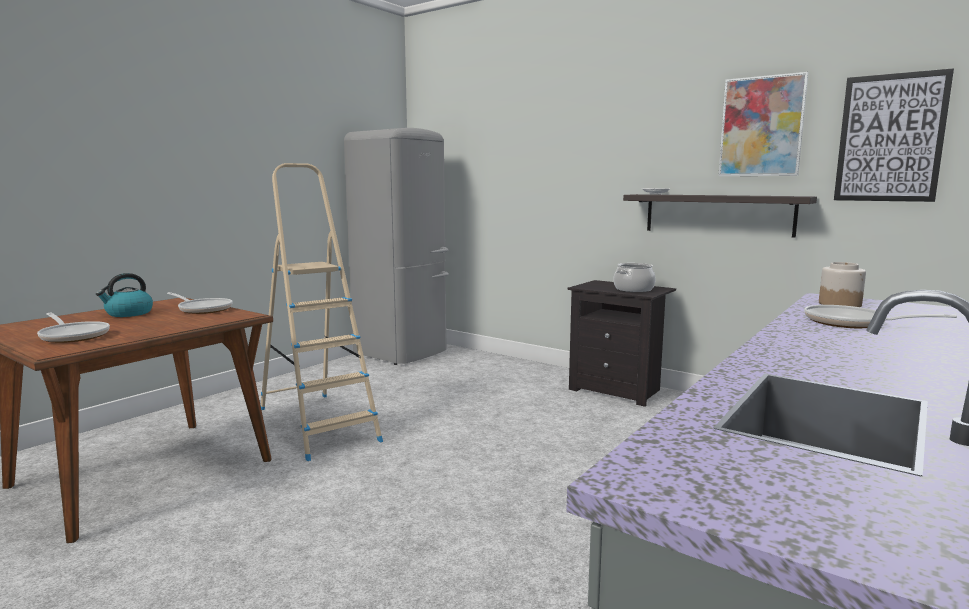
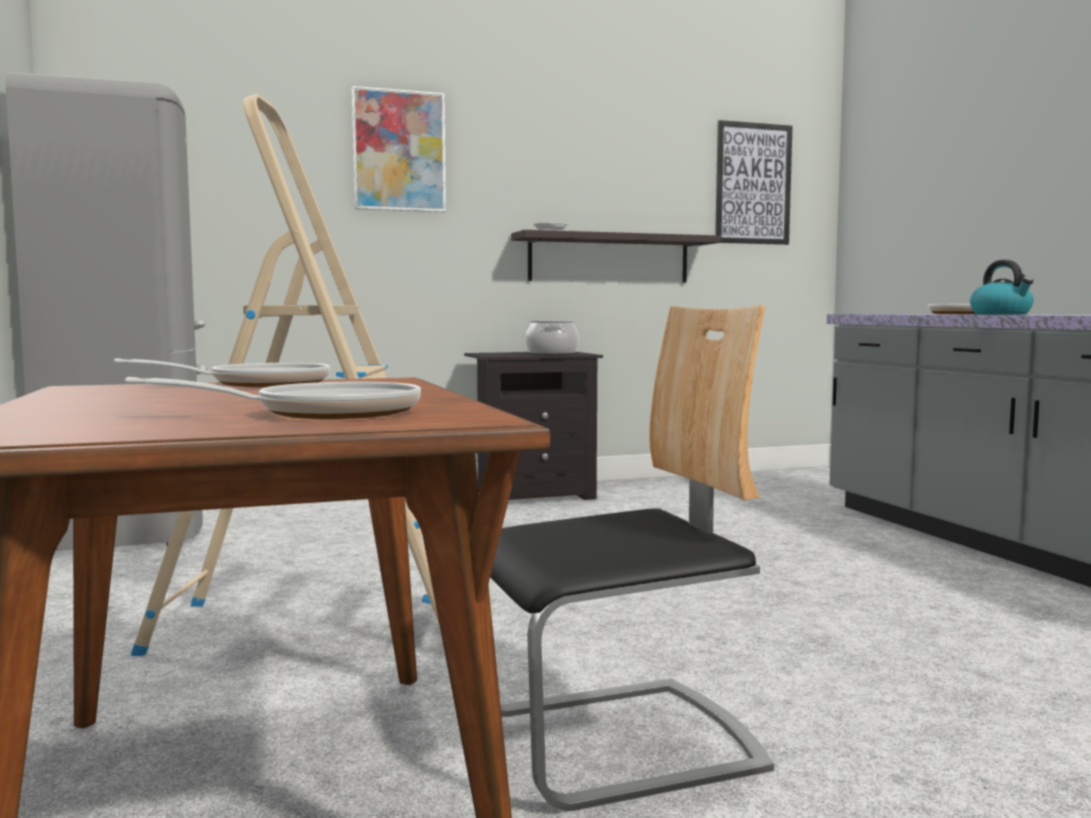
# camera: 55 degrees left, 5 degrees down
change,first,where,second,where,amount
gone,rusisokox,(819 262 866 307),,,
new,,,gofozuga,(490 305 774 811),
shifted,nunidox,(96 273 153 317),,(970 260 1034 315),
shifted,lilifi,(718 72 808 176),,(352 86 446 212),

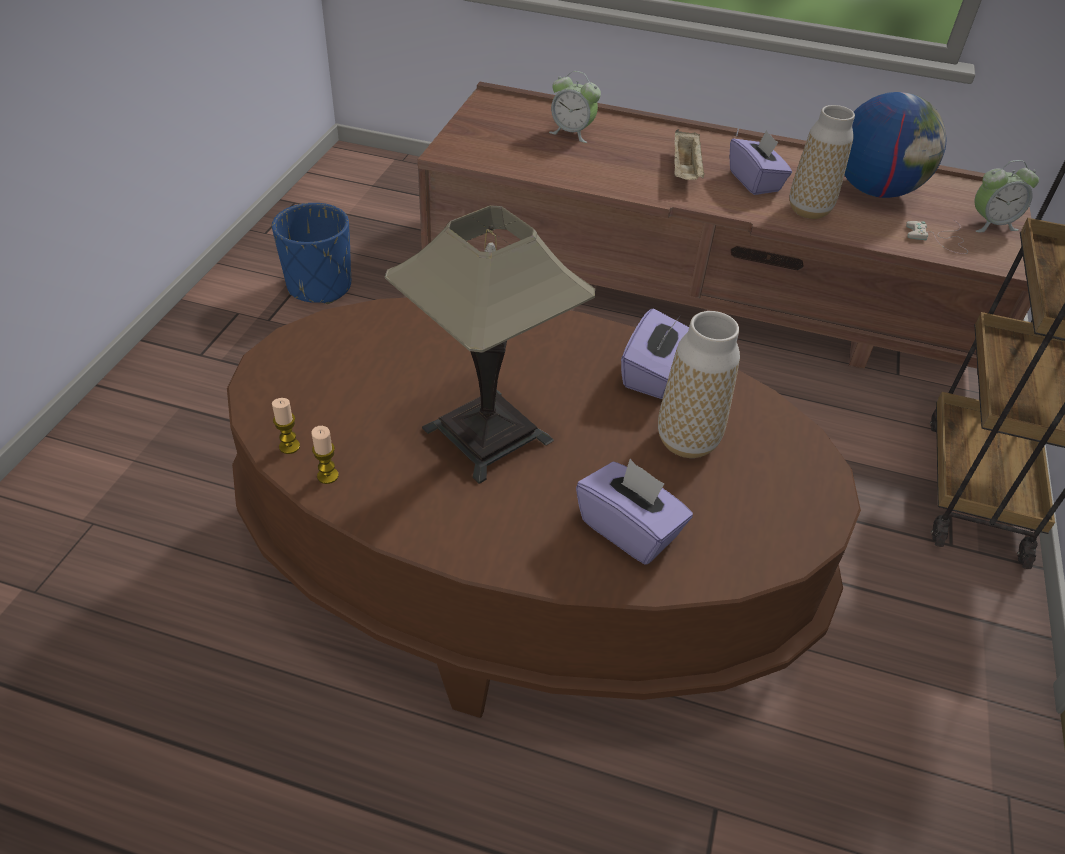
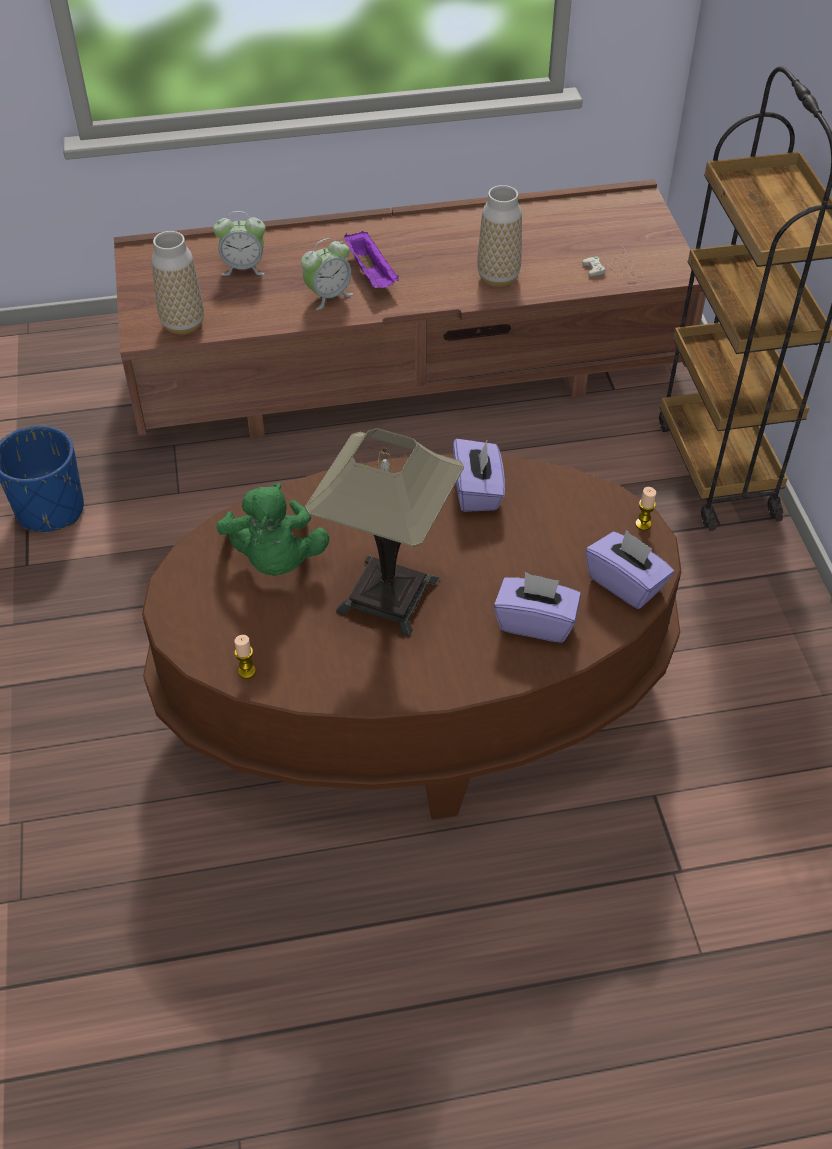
# camera: 25 degrees left, 5 degrees up
change,first,where,second,where,amount
gone,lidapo,(844 92 946 198),,,
new,,,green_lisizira,(217 483 329 576),
shifted,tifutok,(312 426 339 484),,(635 487 656 530),
shifted,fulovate,(658 311 740 458),,(151 231 204 334),
shifted,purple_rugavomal,(730 130 792 195),,(585 530 674 609),
shifted,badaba,(974 160 1039 232),,(301 238 353 310),
repainted,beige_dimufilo,(674 129 705 180),purple_dimufilo,(344 231 399 288),

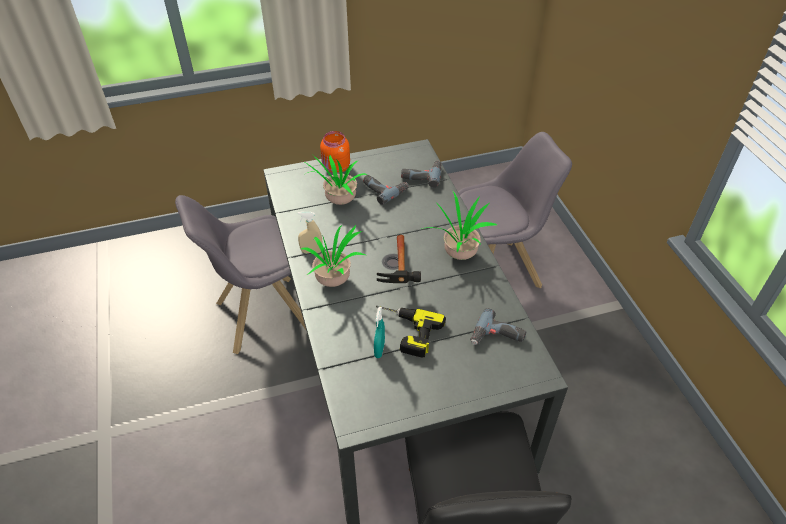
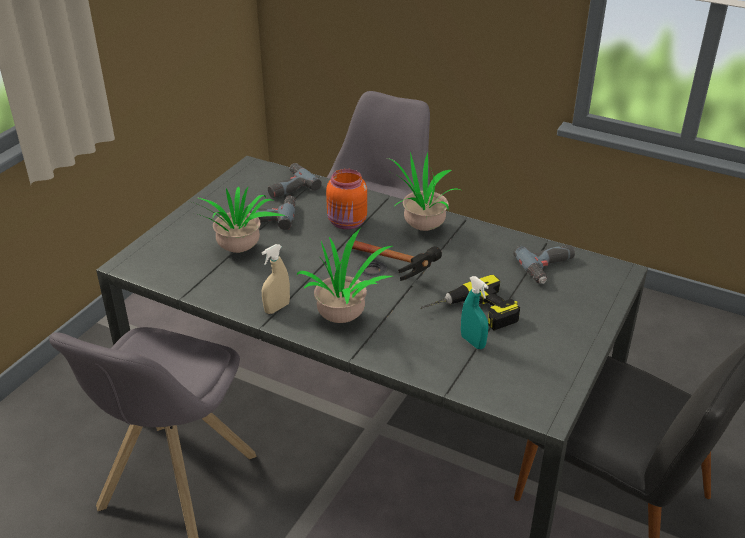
# camera: 45 degrees left, 10 degrees down
change,first,where,second,where,amount
shifted,orange_rusisokox,(320 131 350 174),,(326 169 367 229),

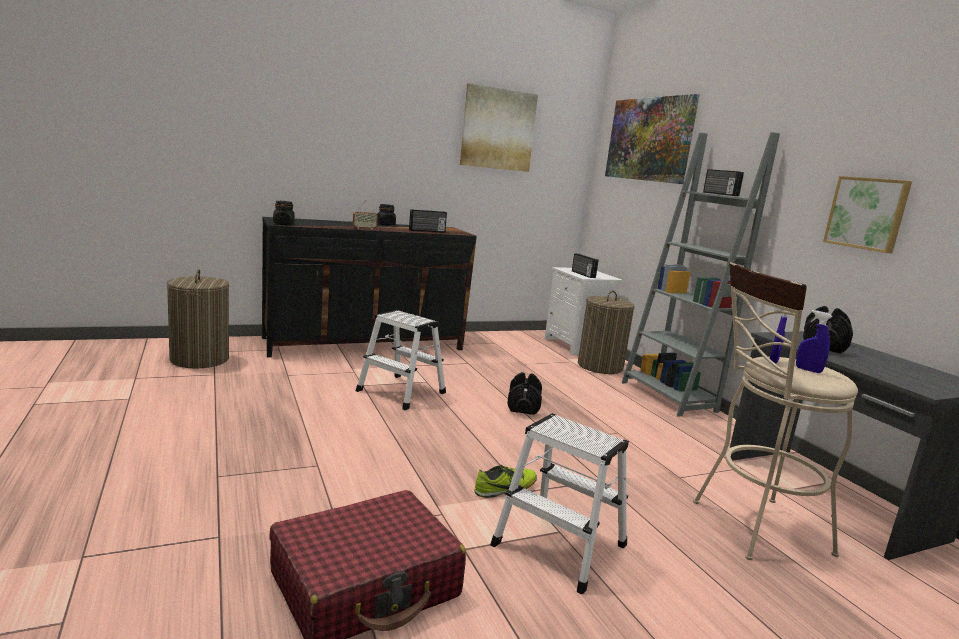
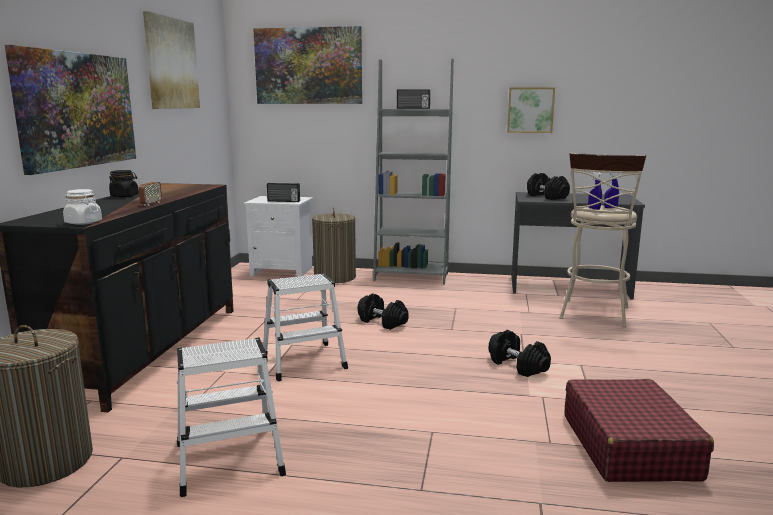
# camera: 55 degrees left, 0 degrees up
change,first,where,second,where,amount
gone,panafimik,(409 209 447 233),,,
new,,,lilifi,(5 45 136 175),
shifted,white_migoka,(490 413 629 594),,(177 337 286 497),
swapped,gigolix,(474 465 537 498),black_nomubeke,(489 330 551 377),
repainted,black_rusisokox,(273 201 295 225),white_rusisokox,(63 189 102 225),

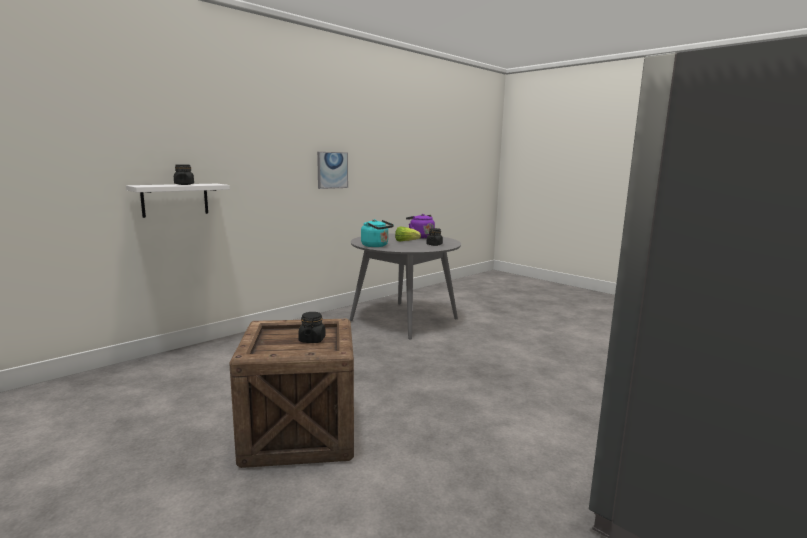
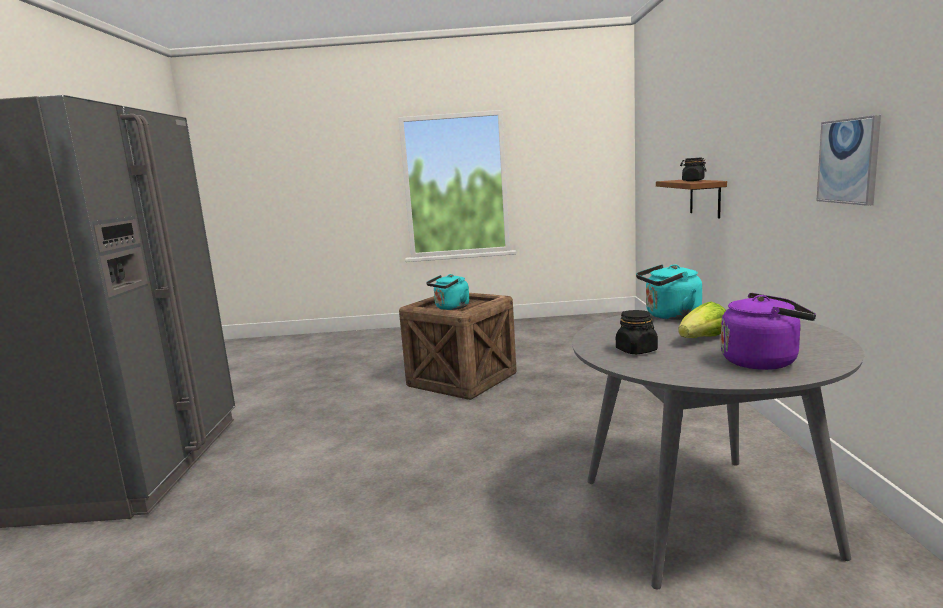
# camera: 135 degrees right, 0 degrees up
change,first,where,second,where,amount
swapped,black_rusisokox,(298 312 326 343),turquoise_nunidox,(426 274 469 310),
repainted,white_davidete,(126 184 230 218),brown_davidete,(656 180 727 218),

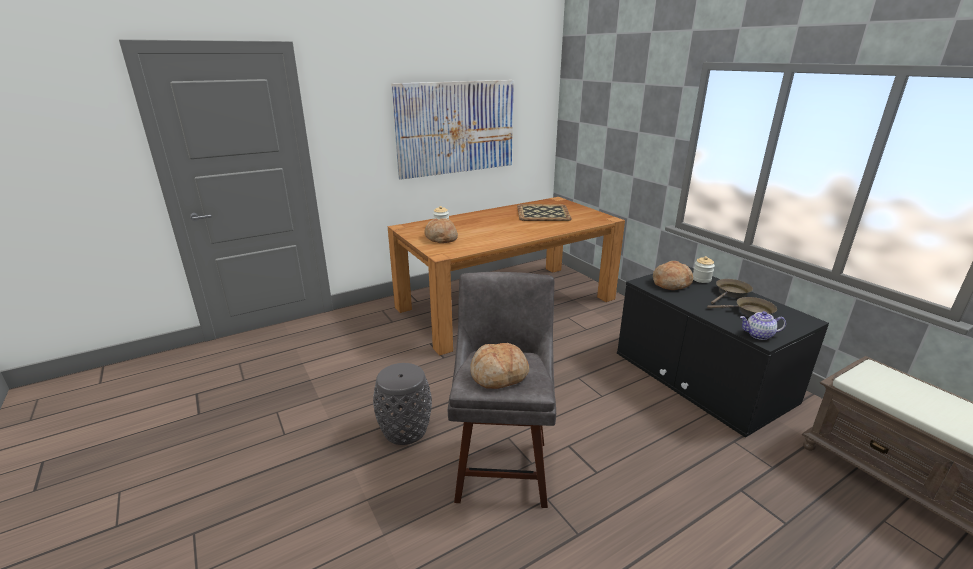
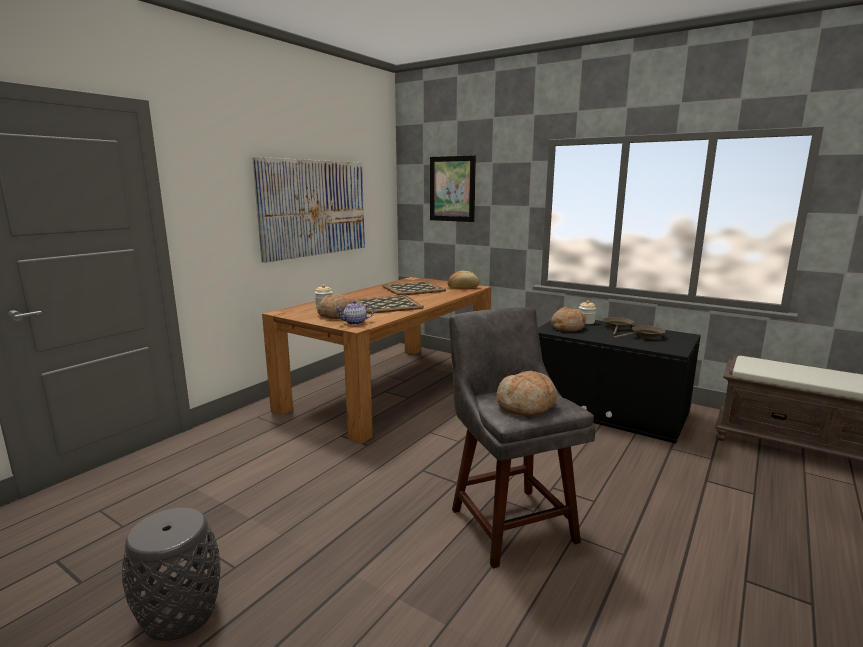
# camera: 25 degrees left, 10 degrees down
change,first,where,second,where,amount
new,,,dimufilo,(353 295 424 314),
new,,,lilifi,(430 155 476 222),
new,,,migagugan,(448 271 479 288),
shifted,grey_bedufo,(373 363 432 445),,(122 507 220 641),
shifted,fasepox,(740 311 786 340),,(336 301 374 325),

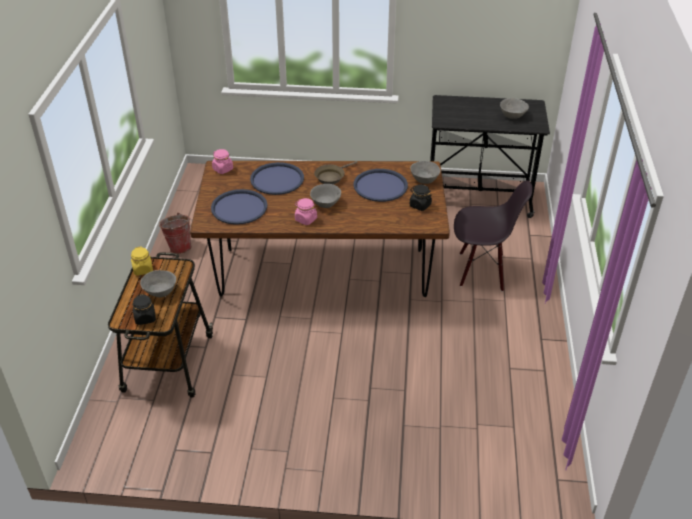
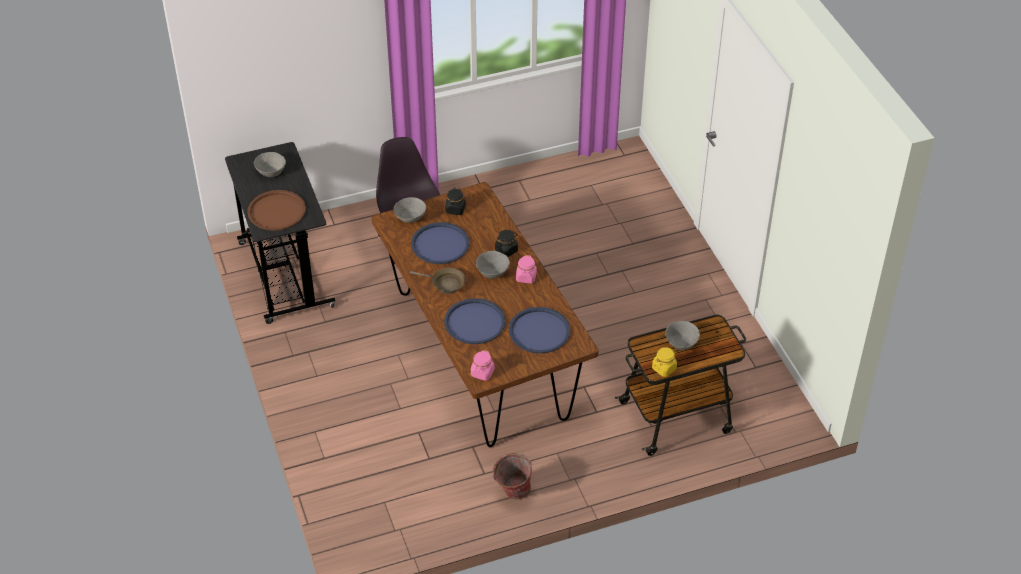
# camera: 115 degrees left, 5 degrees up
change,first,where,second,where,amount
new,,,brown_dimufilo,(247 190 306 231),
shifted,black_rusisokox,(133 294 156 325),,(495 230 518 257),

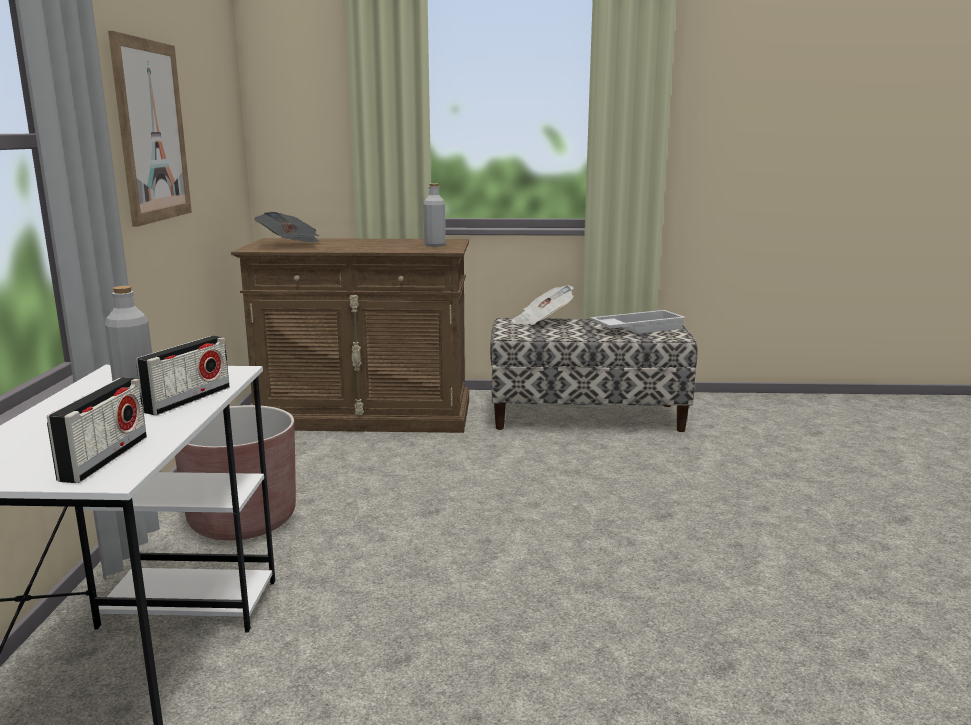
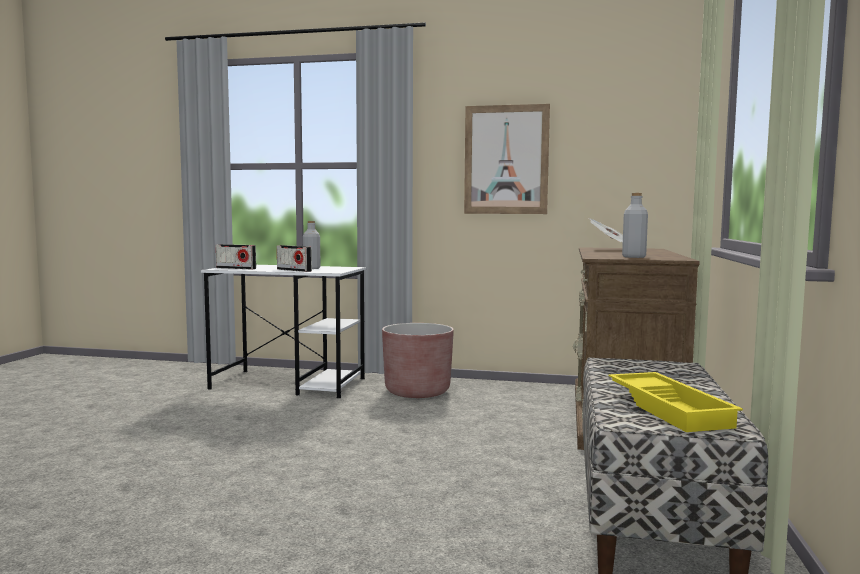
# camera: 100 degrees right, 10 degrees down
change,first,where,second,where,amount
gone,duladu,(511 286 574 325),,,
repainted,white_dimufilo,(590 310 686 334),yellow_dimufilo,(609 372 743 432),

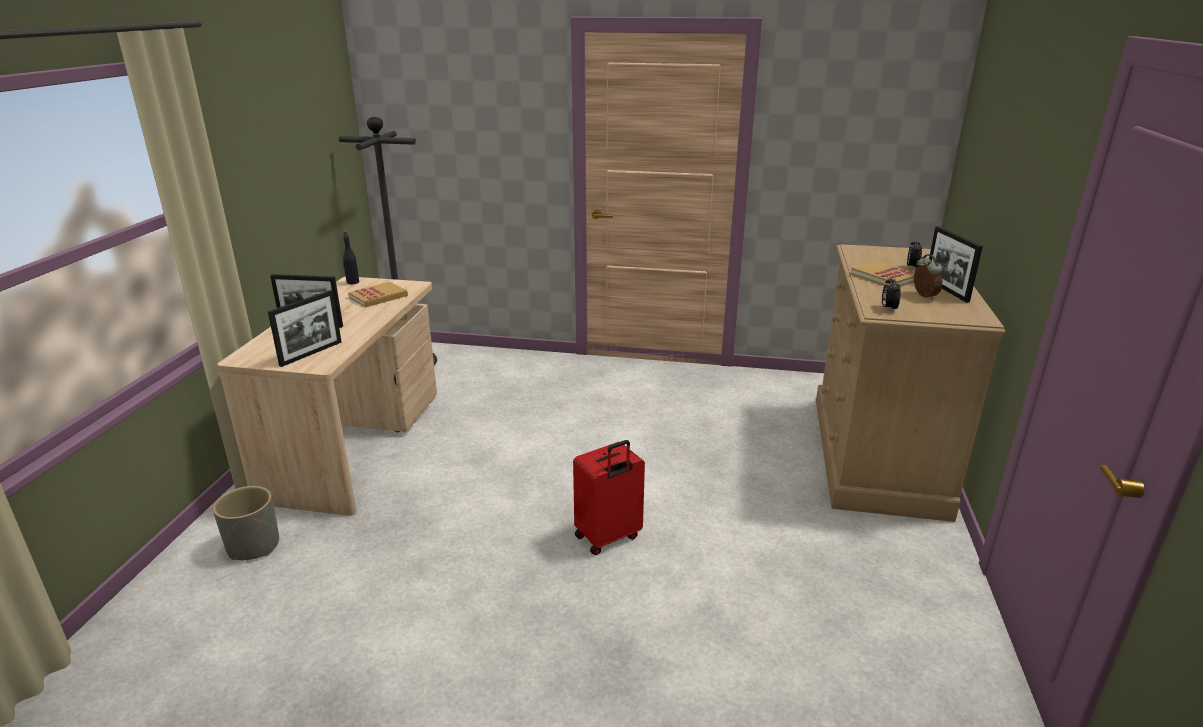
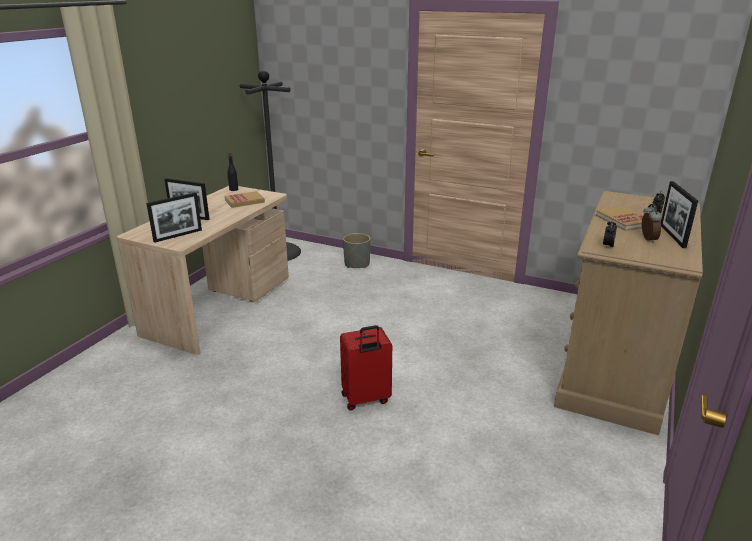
# camera: 15 degrees right, 0 degrees up
change,first,where,second,where,amount
shifted,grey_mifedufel,(213 486 279 560),,(343 233 371 268),

